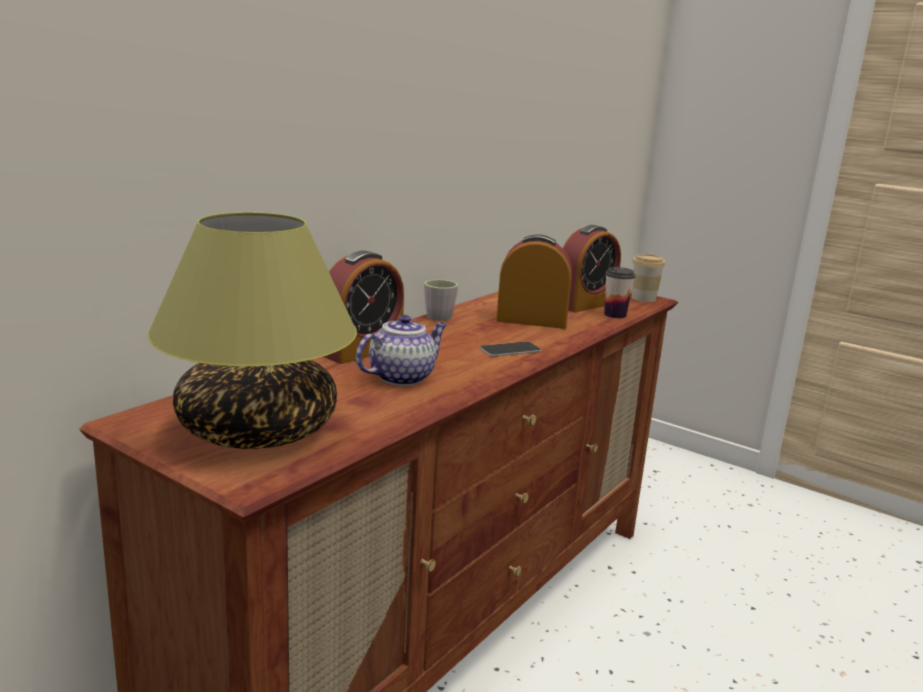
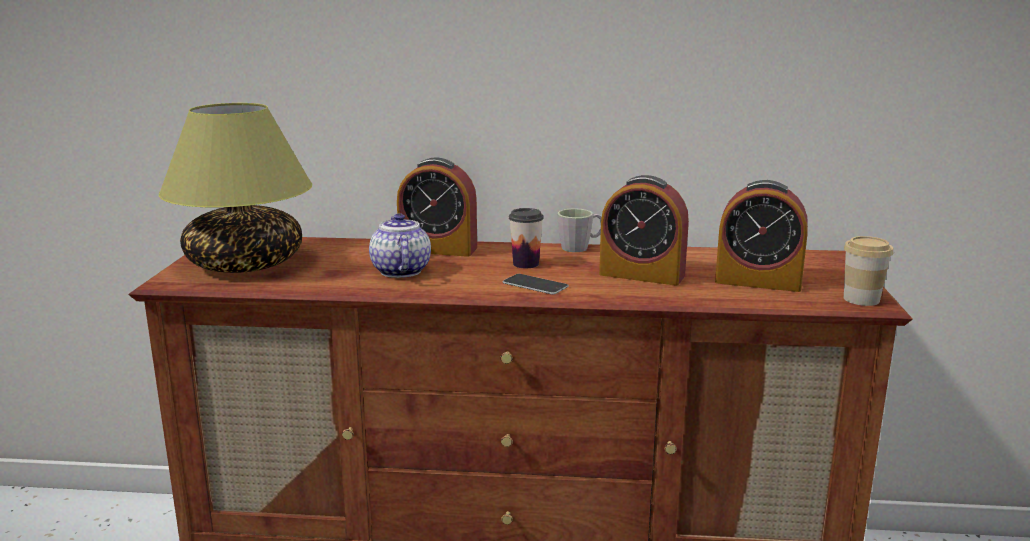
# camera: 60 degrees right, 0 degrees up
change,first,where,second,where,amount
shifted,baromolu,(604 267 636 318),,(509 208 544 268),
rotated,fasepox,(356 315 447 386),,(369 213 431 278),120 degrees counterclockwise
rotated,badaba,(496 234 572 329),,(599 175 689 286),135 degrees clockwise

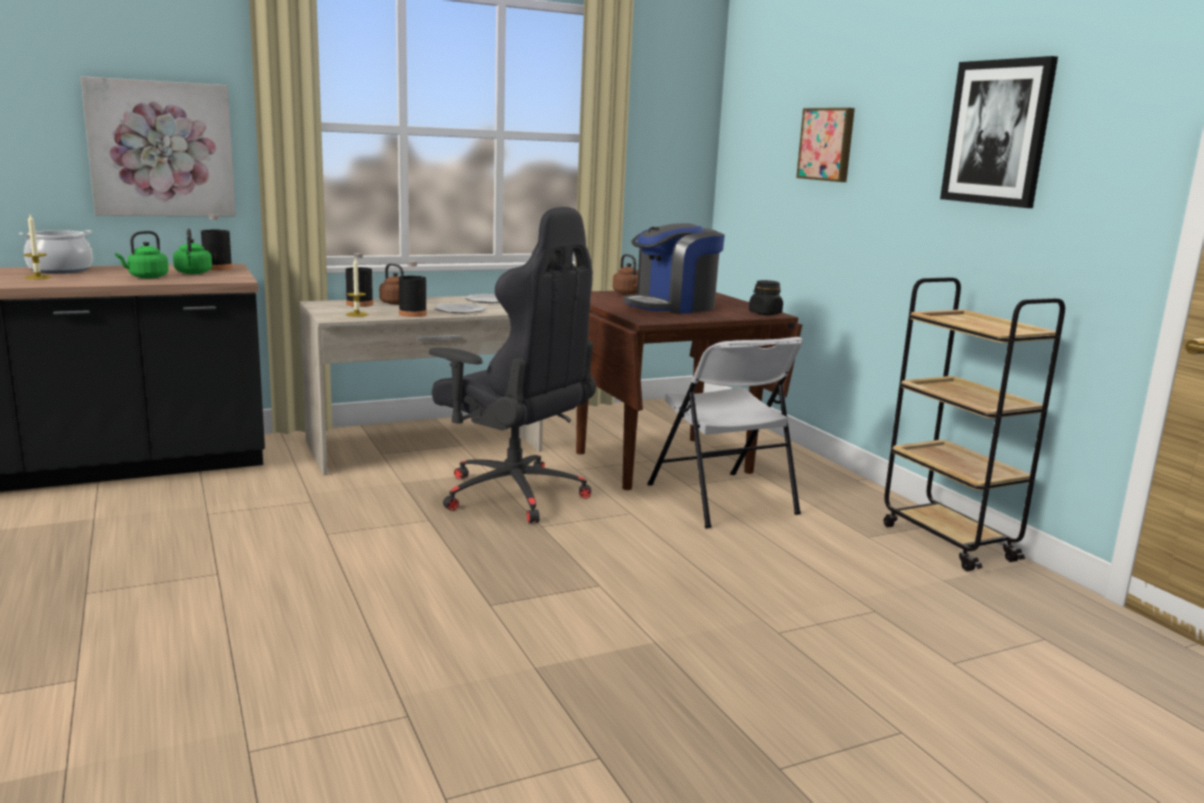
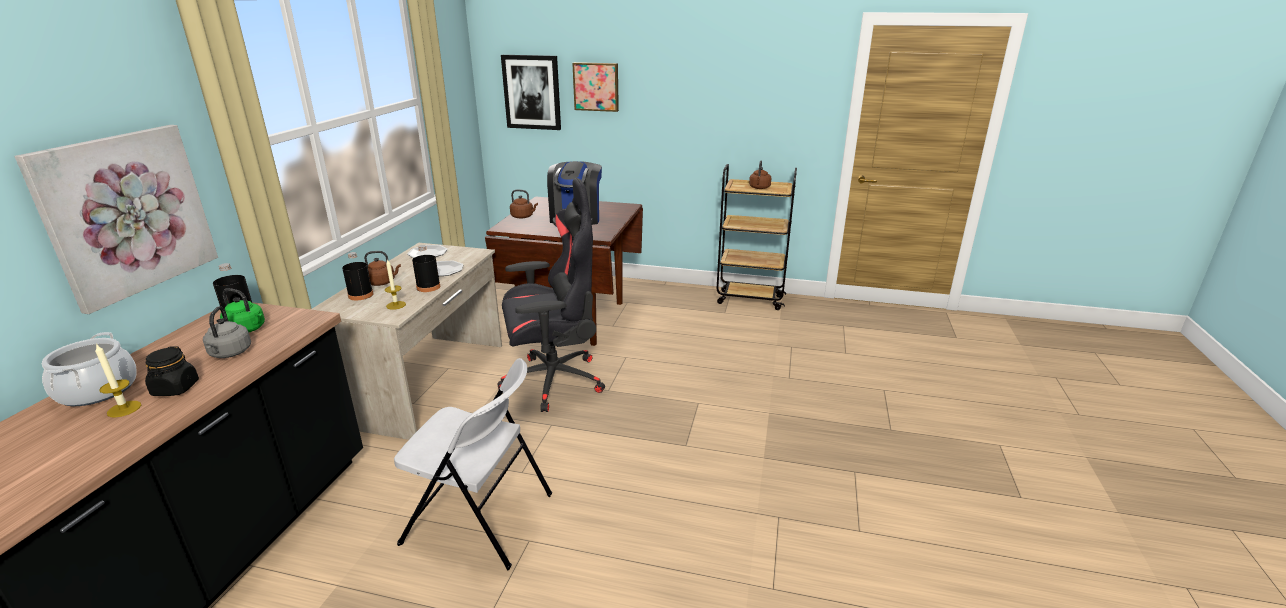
# camera: 50 degrees left, 10 degrees up
change,first,where,second,where,amount
new,,,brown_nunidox,(749 161 771 189),
shifted,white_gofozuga,(647 337 803 528),,(394 358 552 570),
shifted,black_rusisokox,(749 280 783 315),,(145 346 199 396),
shifted,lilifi,(940 56 1058 208),,(501 55 561 130),
repainted,green_nunidox,(115 231 169 278),grey_nunidox,(203 306 251 358),

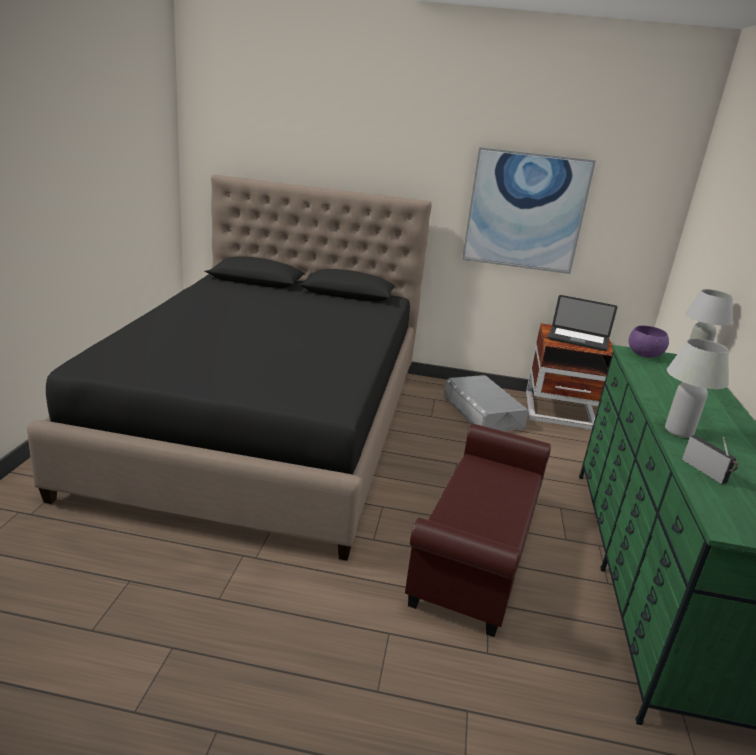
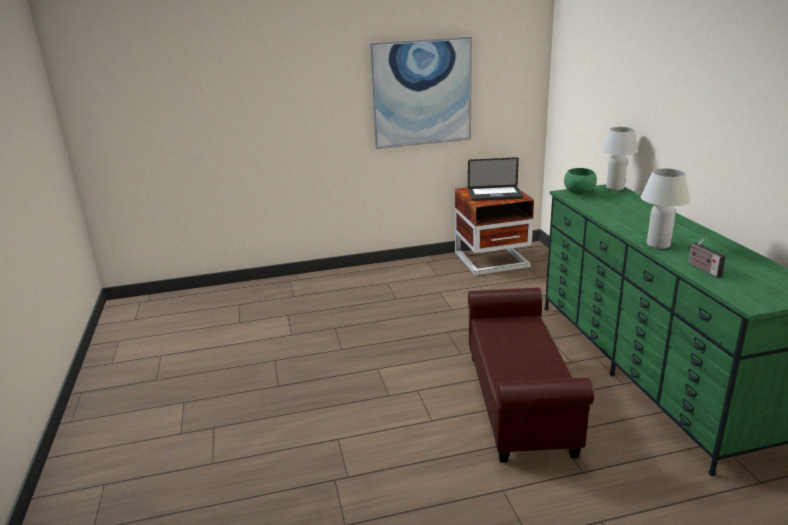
# camera: 20 degrees left, 0 degrees up
change,first,where,second,where,amount
gone,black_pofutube,(27 175 432 561),,,
gone,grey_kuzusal,(443 375 529 431),,,
repainted,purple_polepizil,(629 325 669 358),green_polepizil,(564 168 597 194),
rotated,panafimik,(682 435 738 484),,(689 236 726 277),150 degrees counterclockwise

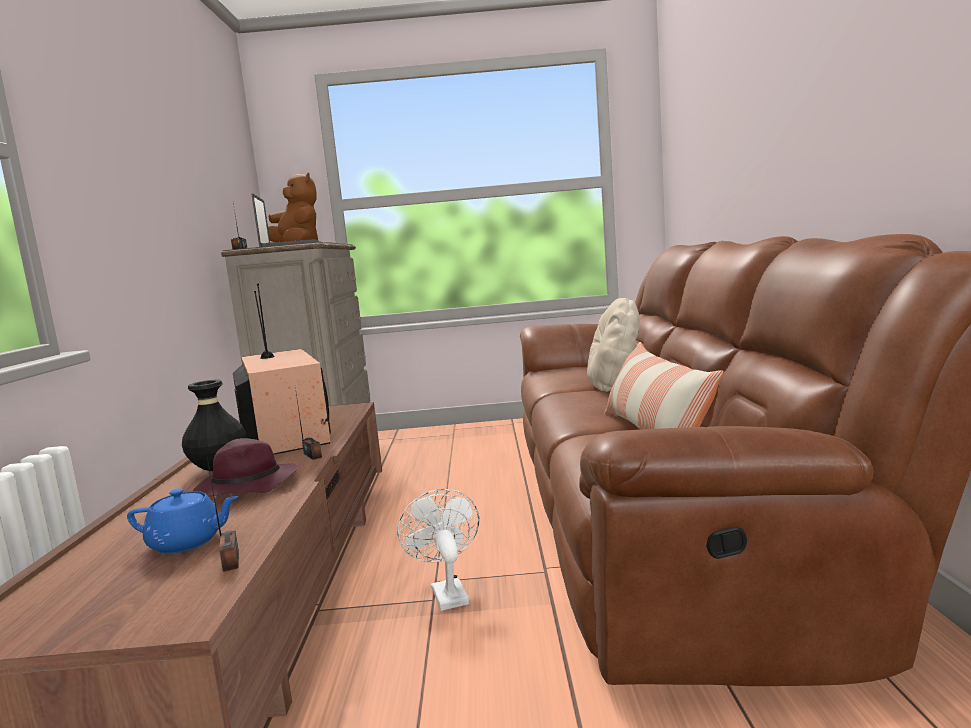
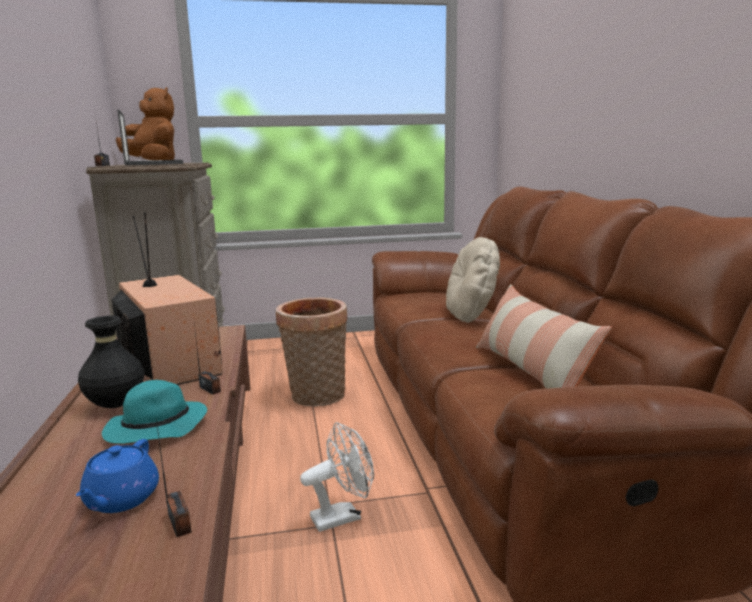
# camera: 10 degrees left, 5 degrees up
change,first,where,second,where,amount
new,,,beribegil,(276 298 348 407),
repainted,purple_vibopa,(193 438 298 497),turquoise_vibopa,(102 380 207 444),
rotated,blue_fasepox,(127 488 238 553),,(76 439 159 513),105 degrees clockwise
rotated,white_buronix,(397 489 479 611),,(300 422 374 532),90 degrees clockwise

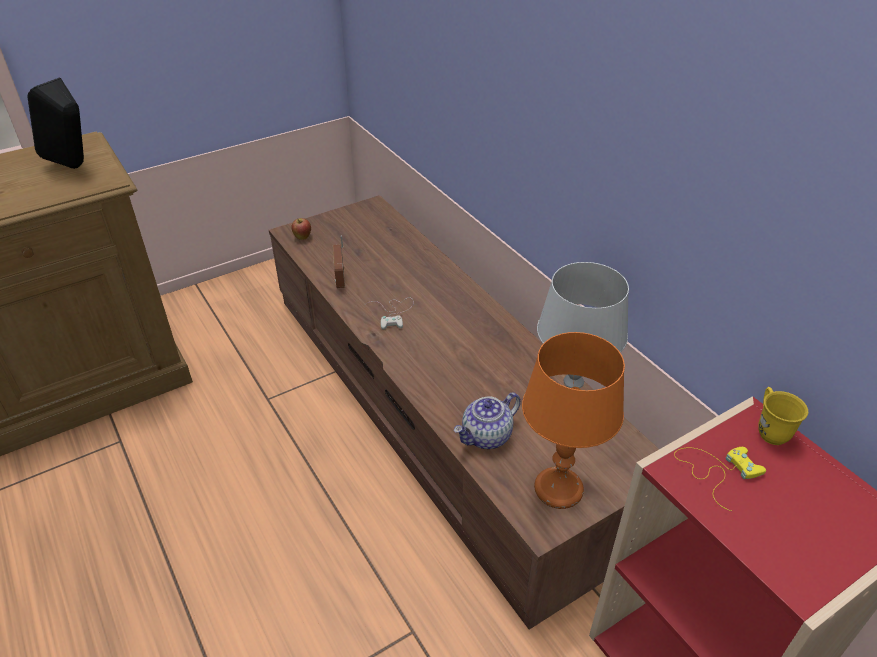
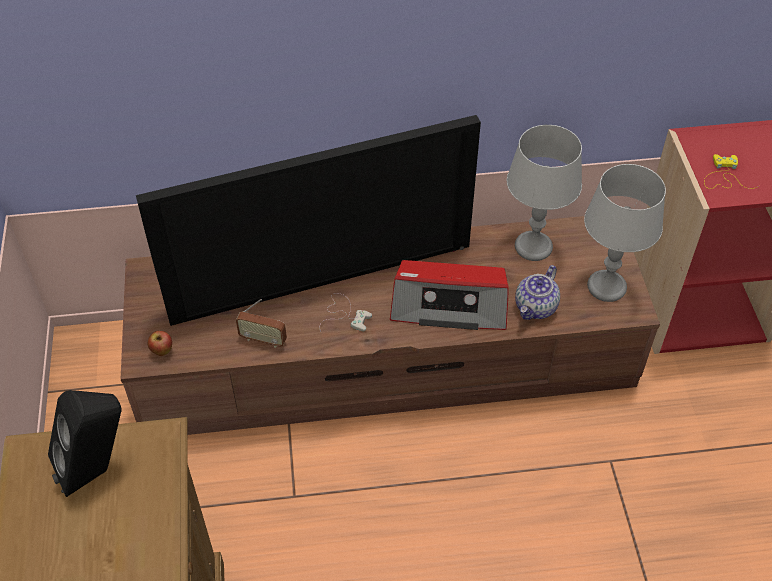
# camera: 65 degrees left, 10 degrees up
change,first,where,second,where,amount
gone,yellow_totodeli,(758 387 808 445),,,
new,,,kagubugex,(136 115 481 326),
new,,,panafimik,(390 260 509 330),
repainted,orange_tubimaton,(522 332 625 509),grey_tubimaton,(584 164 666 302),
rotated,fasepox,(453 392 521 449),,(515 265 560 320),45 degrees clockwise

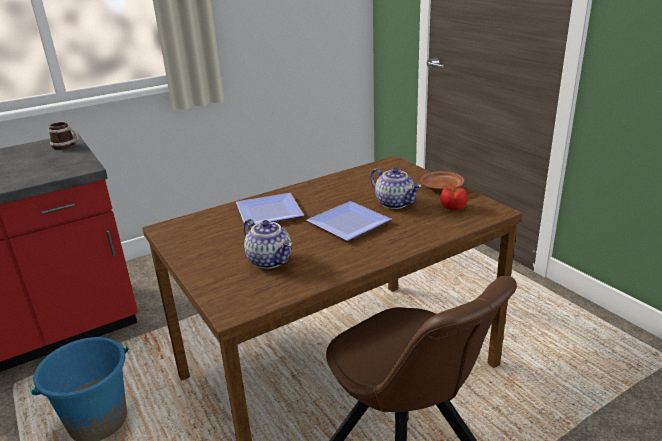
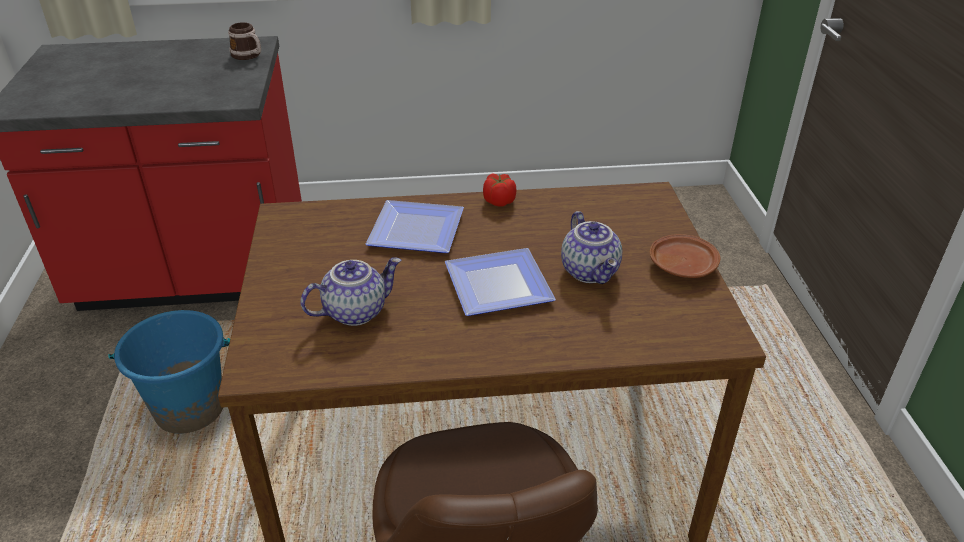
# camera: 25 degrees right, 10 degrees up
change,first,where,second,where,amount
shifted,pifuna,(440 186 468 210),,(483 174 516 207),
rotated,fasepox,(244 219 292 269),,(300 257 401 326),105 degrees counterclockwise

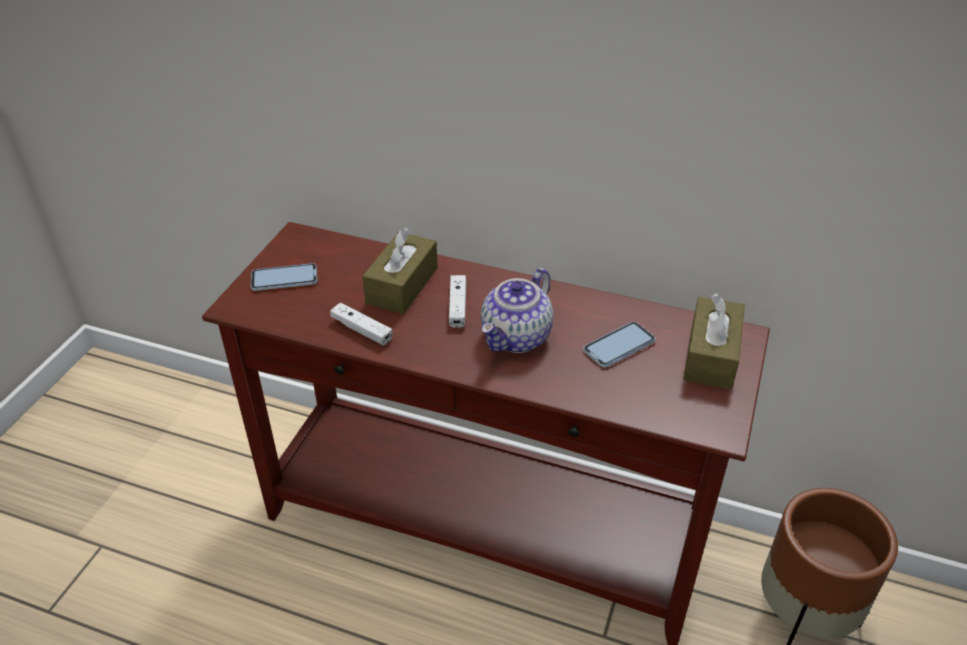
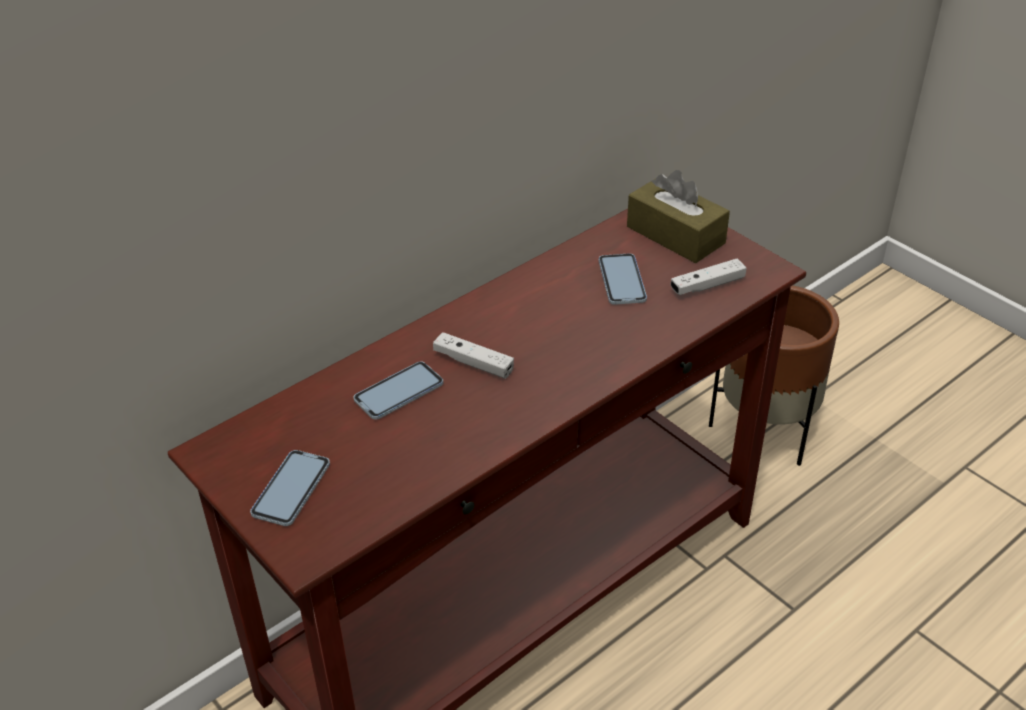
# camera: 60 degrees left, 0 degrees up
change,first,where,second,where,amount
gone,fasepox,(481 268 553 353),,,
shifted,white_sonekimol,(330 303 392 346),,(671 259 747 295),
swapped,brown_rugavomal,(362 226 438 314),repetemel,(353 361 443 420),

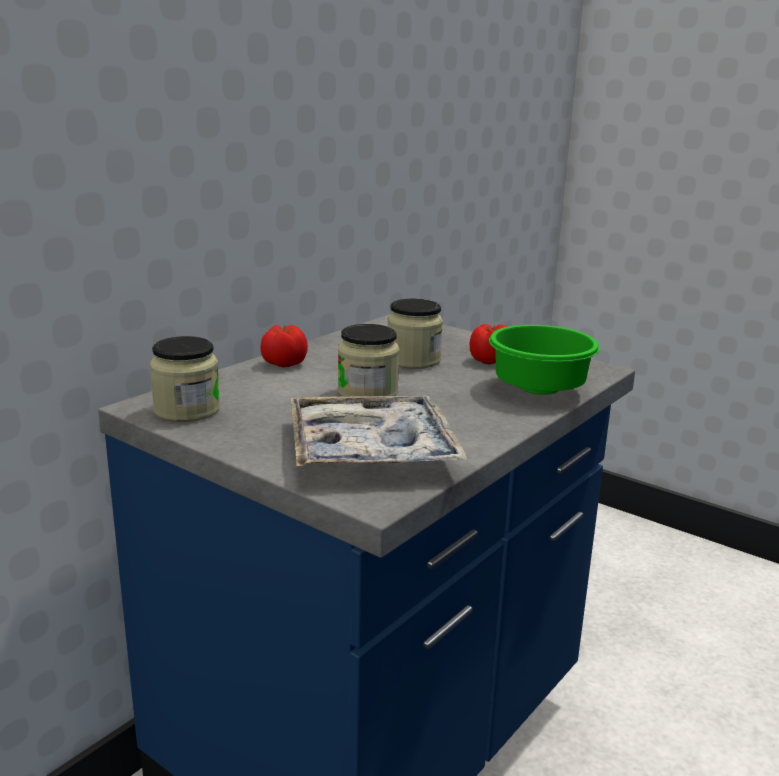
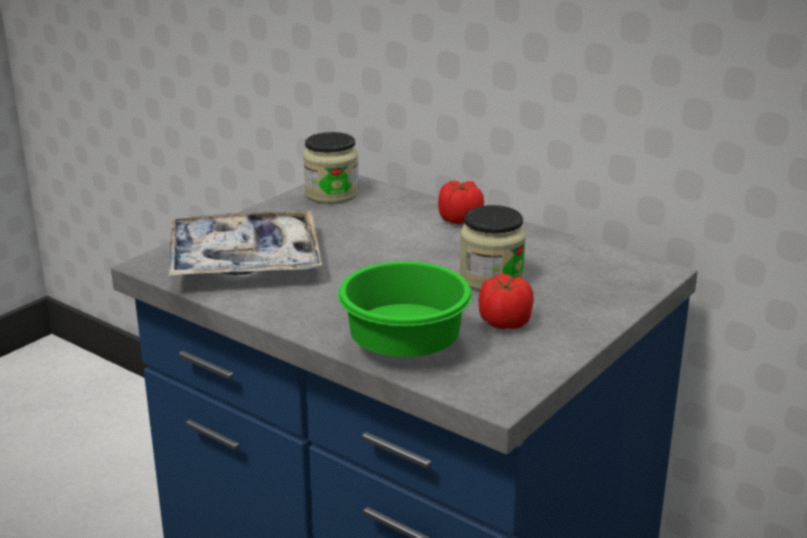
# camera: 90 degrees right, 5 degrees up
change,first,where,second,where,amount
gone,rusisokox,(338 324 399 403),,,

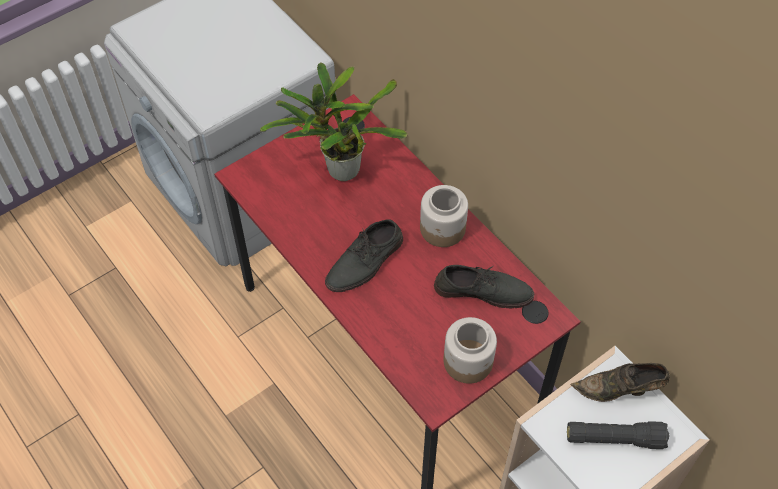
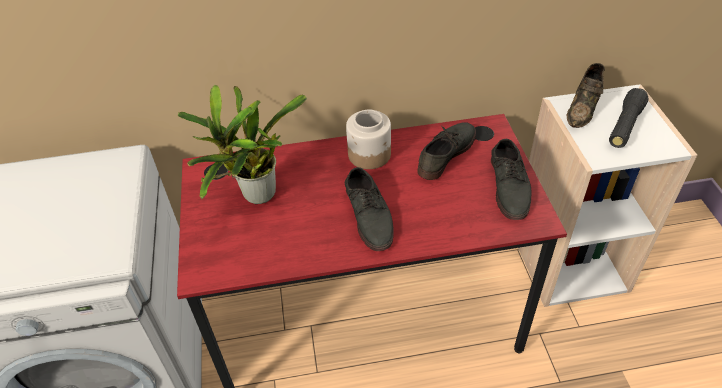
# camera: 60 degrees left, 10 degrees down
change,first,where,second,where,amount
swapped,rusisokox,(443 317 497 384),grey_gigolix,(491 139 532 220),

